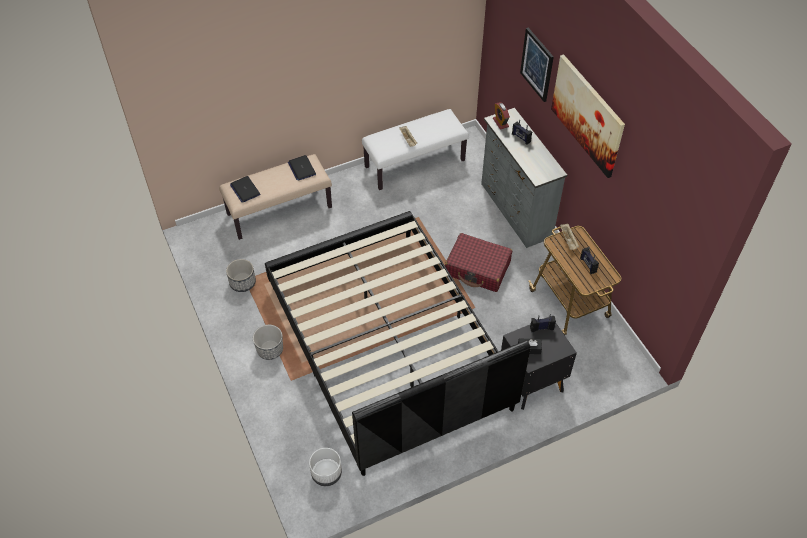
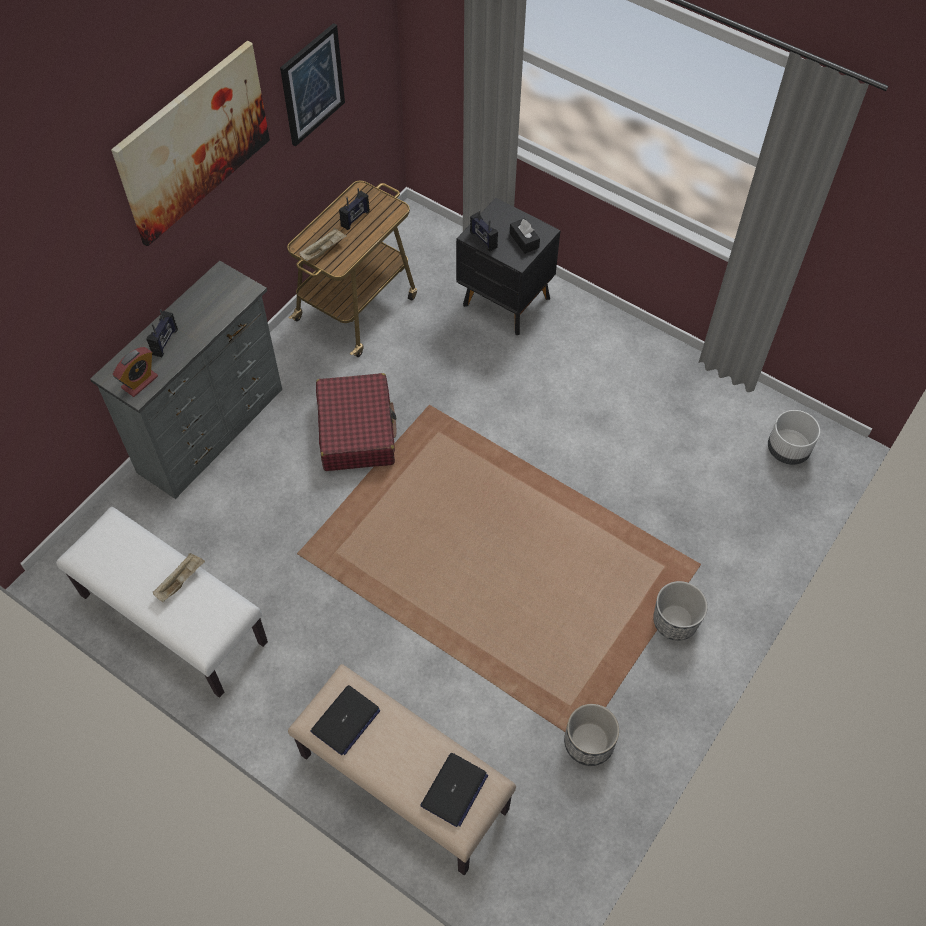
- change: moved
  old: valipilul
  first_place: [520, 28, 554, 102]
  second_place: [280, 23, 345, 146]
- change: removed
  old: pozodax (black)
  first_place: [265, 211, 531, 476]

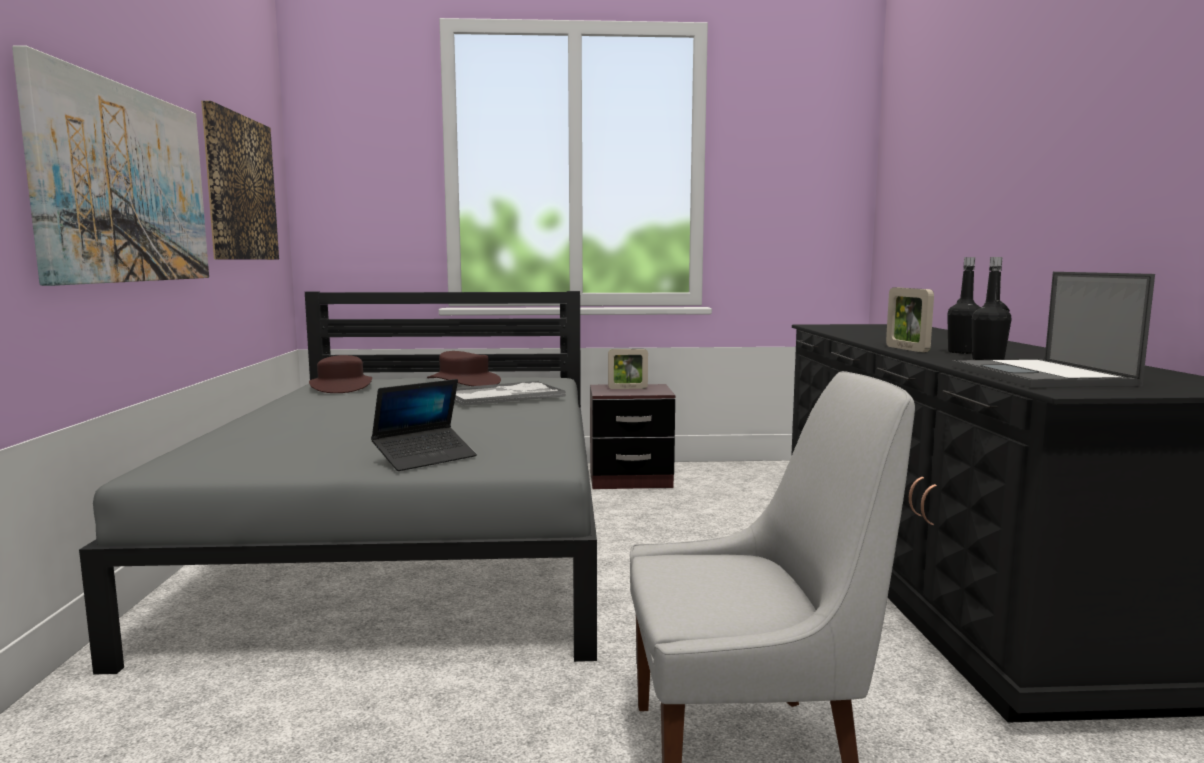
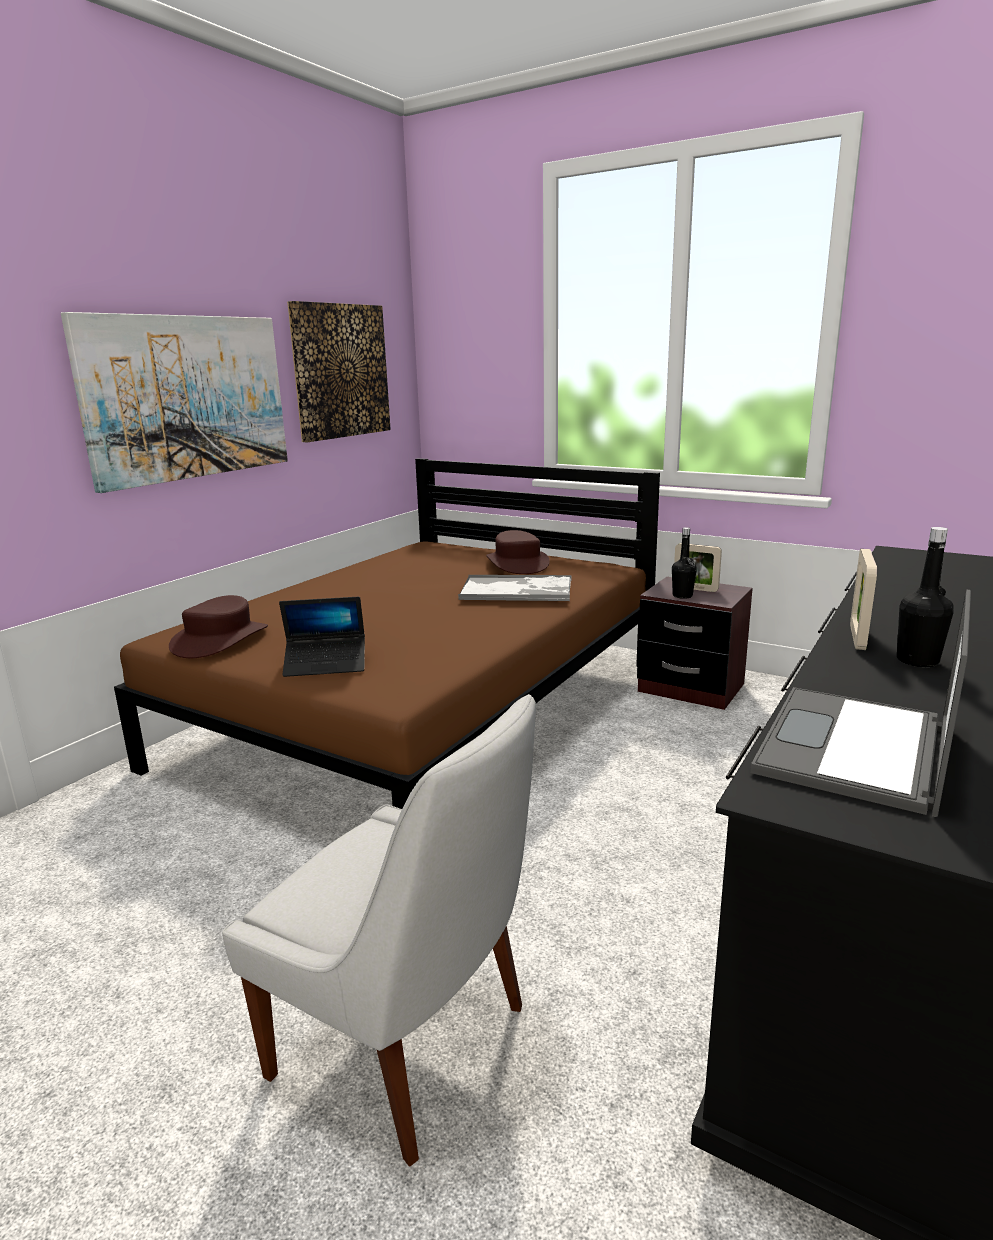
- change: recoloured
  old: pozodax (grey)
  new: pozodax (brown)
  first_place: [79, 291, 597, 675]
  second_place: [114, 458, 660, 809]
- change: moved
  old: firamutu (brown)
  first_place: [309, 355, 372, 393]
  second_place: [169, 595, 268, 658]
- change: moved
  old: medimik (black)
  first_place: [972, 257, 1011, 360]
  second_place: [672, 527, 697, 599]

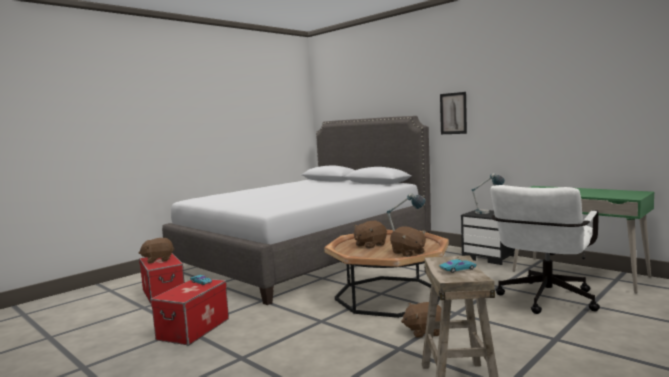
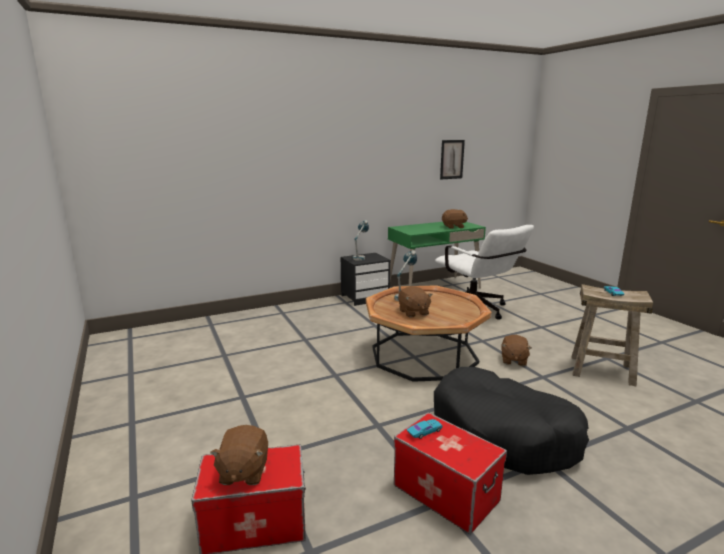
- change: added
  new: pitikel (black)
  second_place: [434, 367, 589, 475]
- change: moved
  old: valipilul
  first_place: [440, 92, 467, 134]
  second_place: [440, 140, 465, 179]
- change: moved
  old: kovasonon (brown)
  first_place: [390, 227, 426, 257]
  second_place: [442, 209, 468, 229]
- change: removed
  old: pozodax (grey)
  first_place: [162, 116, 431, 305]

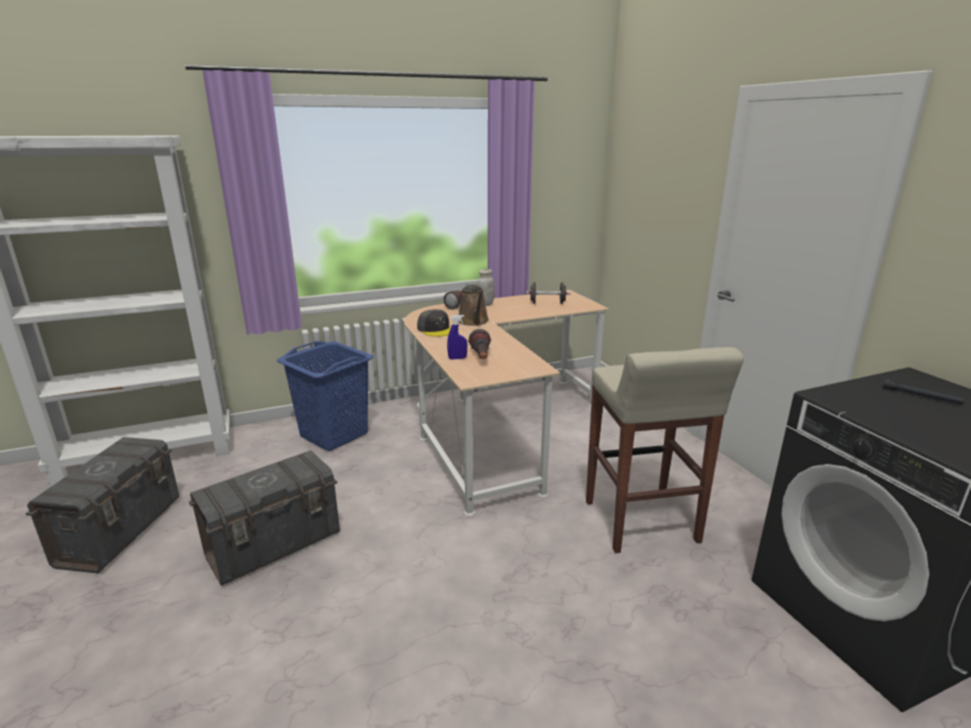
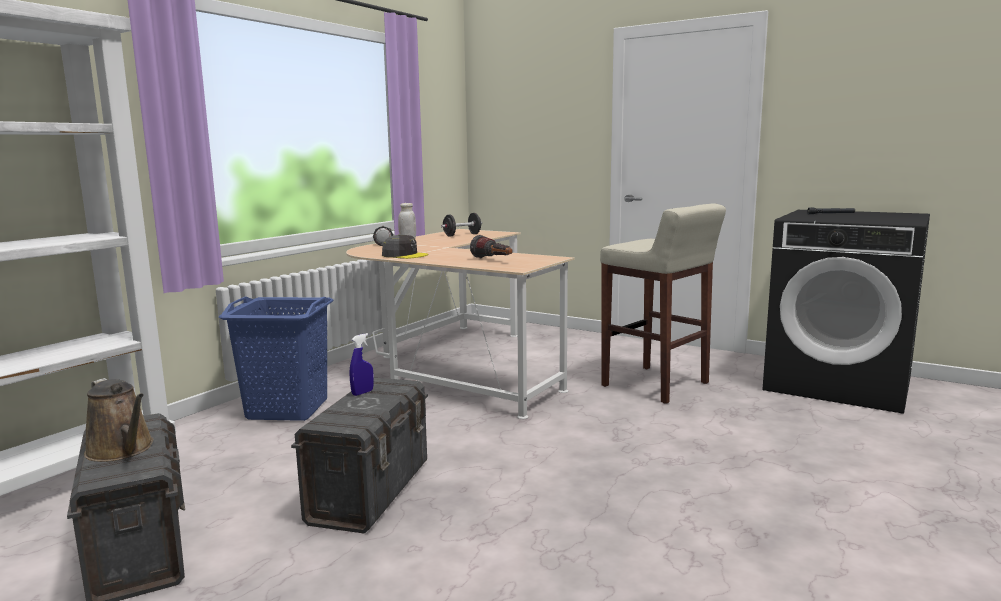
- change: moved
  old: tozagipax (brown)
  first_place: [458, 284, 489, 326]
  second_place: [84, 378, 153, 462]
- change: moved
  old: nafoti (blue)
  first_place: [447, 315, 467, 360]
  second_place: [350, 333, 374, 396]

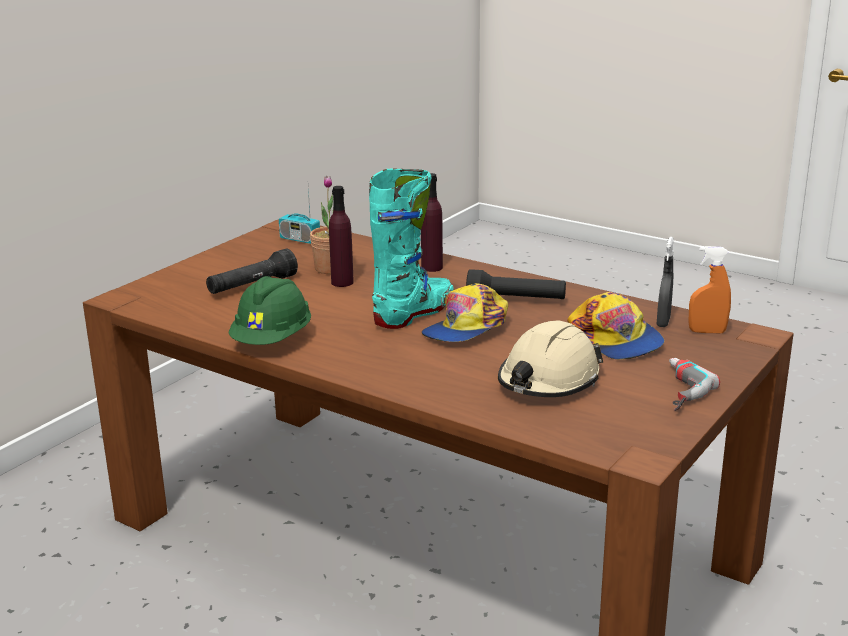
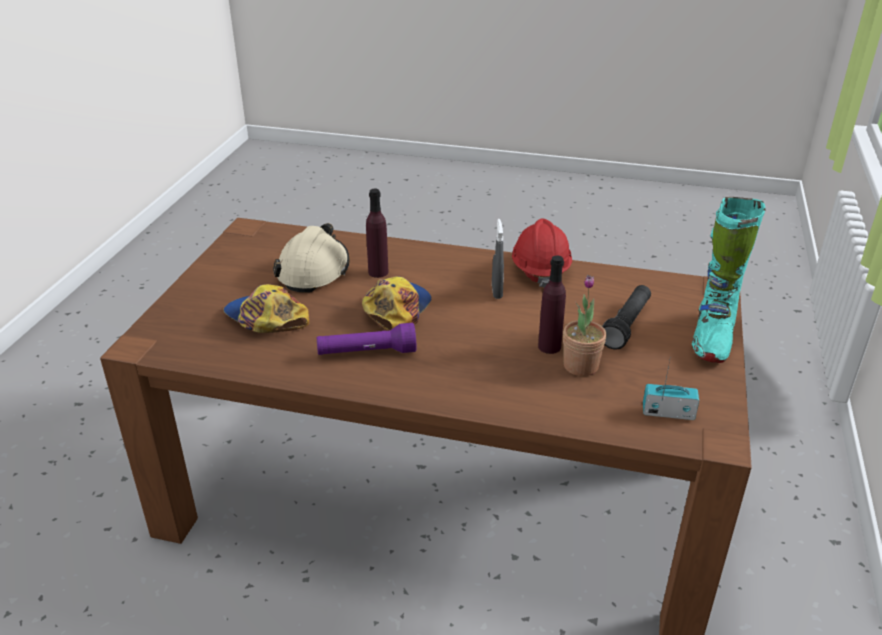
- change: recoloured
  old: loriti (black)
  new: loriti (purple)
  first_place: [466, 269, 566, 299]
  second_place: [317, 323, 416, 355]
- change: moved
  old: medimik (purple)
  first_place: [421, 173, 443, 272]
  second_place: [366, 189, 388, 278]
- change: moved
  old: nafoti (grey)
  first_place: [656, 237, 674, 327]
  second_place: [492, 219, 504, 299]
- change: recoloured
  old: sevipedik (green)
  new: sevipedik (red)
  first_place: [228, 276, 311, 345]
  second_place: [512, 219, 572, 287]
- change: moved
  old: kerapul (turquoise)
  first_place: [369, 168, 454, 329]
  second_place: [692, 197, 765, 363]
- change: removed
  old: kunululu
  first_place: [669, 358, 720, 411]
- change: removed
  old: nafoti (orange)
  first_place: [689, 246, 731, 333]

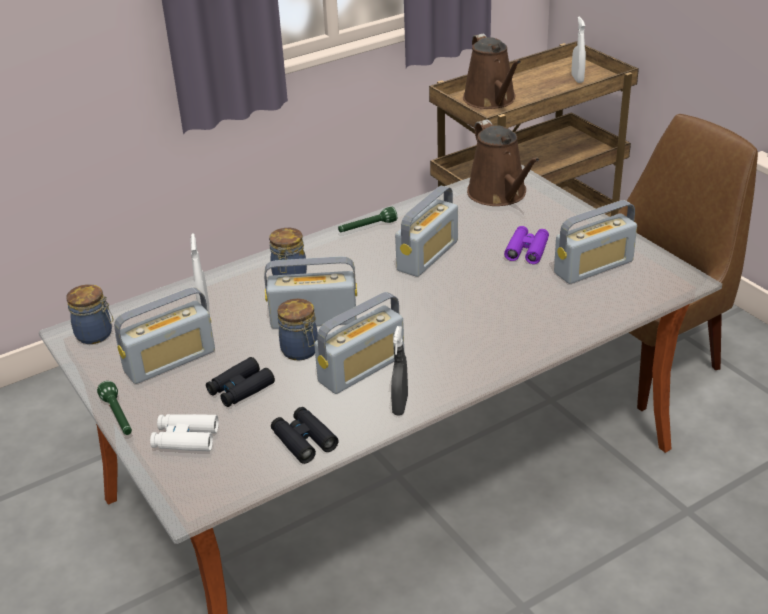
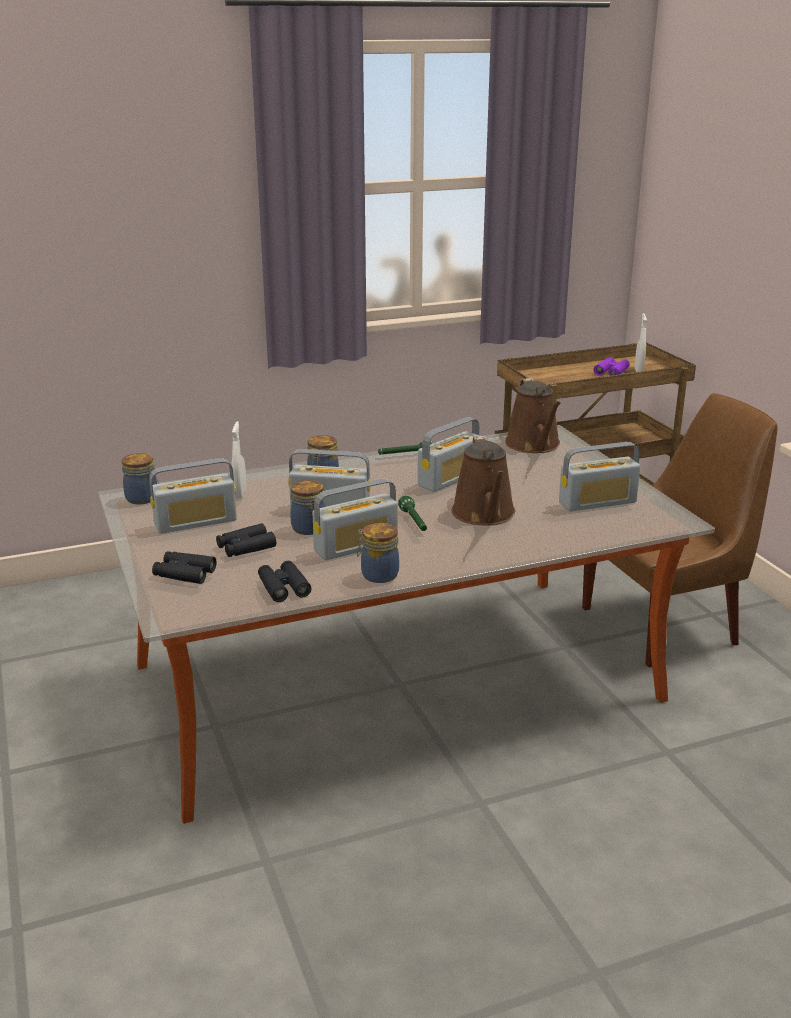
- change: recoloured
  old: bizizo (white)
  new: bizizo (black)
  first_place: [150, 414, 219, 451]
  second_place: [152, 551, 217, 584]
- change: replaced
  old: nafoti (grey)
  new: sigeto
  first_place: [391, 326, 408, 416]
  second_place: [357, 523, 399, 583]
- change: moved
  old: loriti (green)
  first_place: [97, 381, 132, 435]
  second_place: [398, 495, 427, 531]
- change: moved
  old: tozagipax (brown)
  first_place: [463, 34, 521, 109]
  second_place: [452, 436, 515, 525]
- change: moved
  old: bizizo (purple)
  first_place: [504, 226, 549, 264]
  second_place: [594, 357, 630, 376]

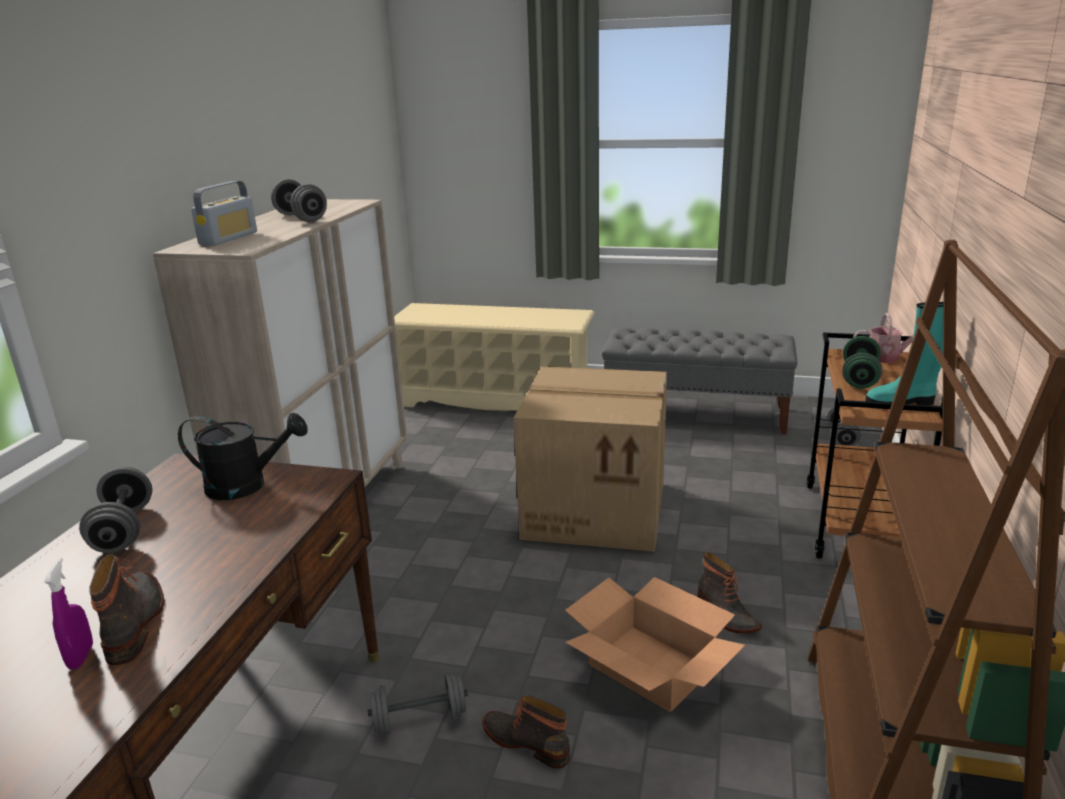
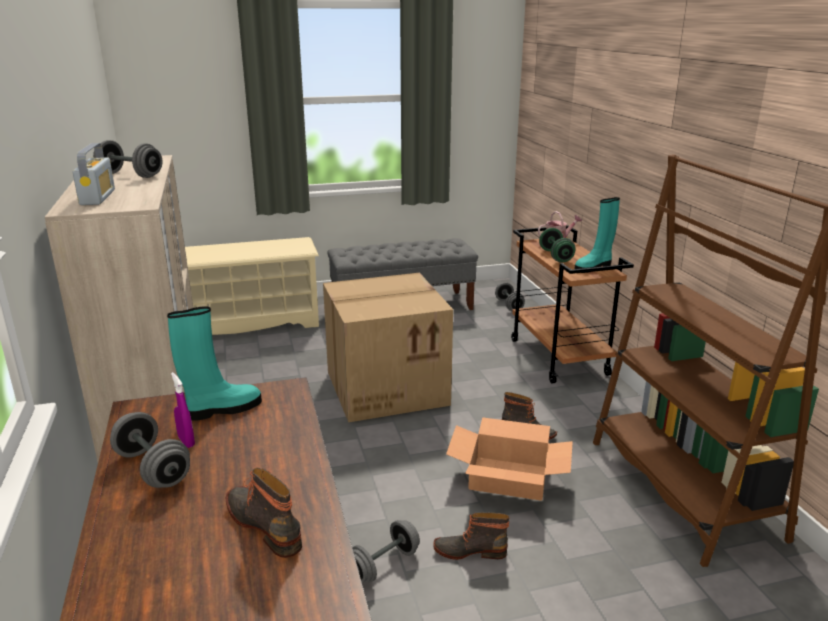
- change: replaced
  old: tozagipax (black)
  new: kerapul (turquoise)
  first_place: [178, 413, 308, 500]
  second_place: [167, 306, 262, 421]
- change: moved
  old: nafoti (purple)
  first_place: [44, 558, 93, 669]
  second_place: [171, 372, 195, 448]

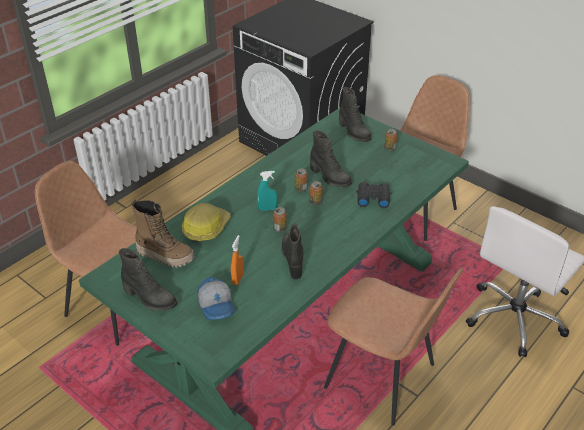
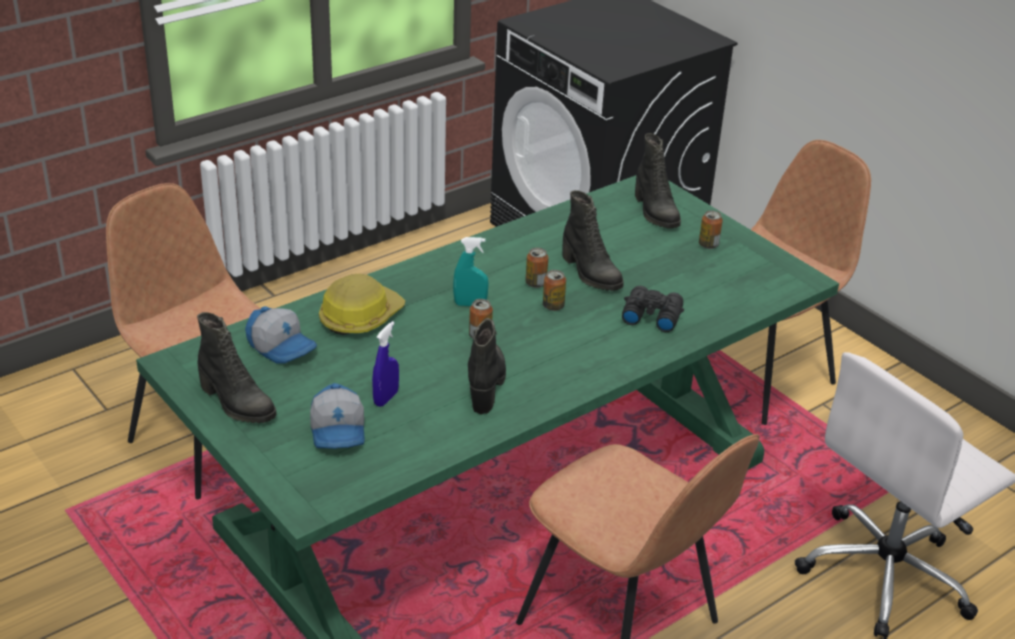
- change: replaced
  old: kerapul
  new: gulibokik
  first_place: [131, 198, 194, 267]
  second_place: [245, 306, 317, 364]
- change: recoloured
  old: nafoti (orange)
  new: nafoti (blue)
  first_place: [231, 235, 244, 285]
  second_place: [372, 321, 399, 407]

